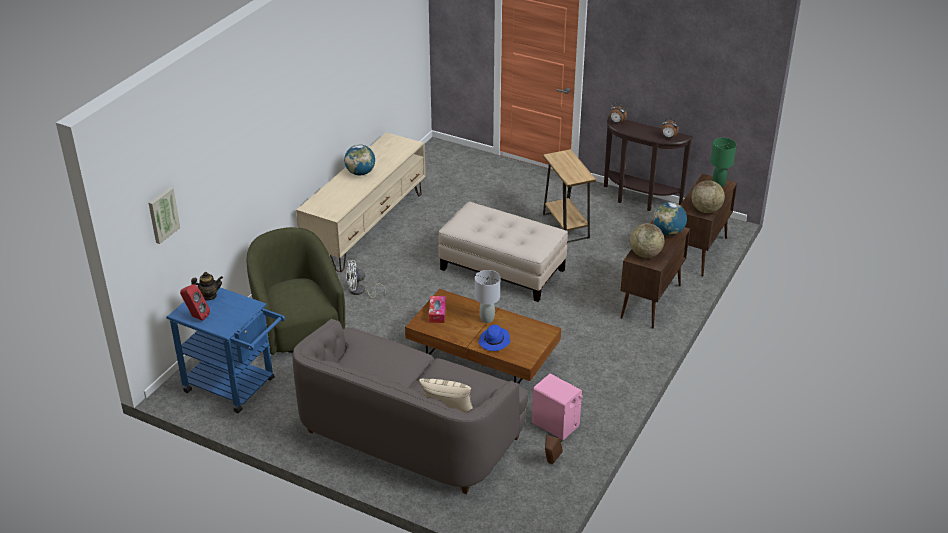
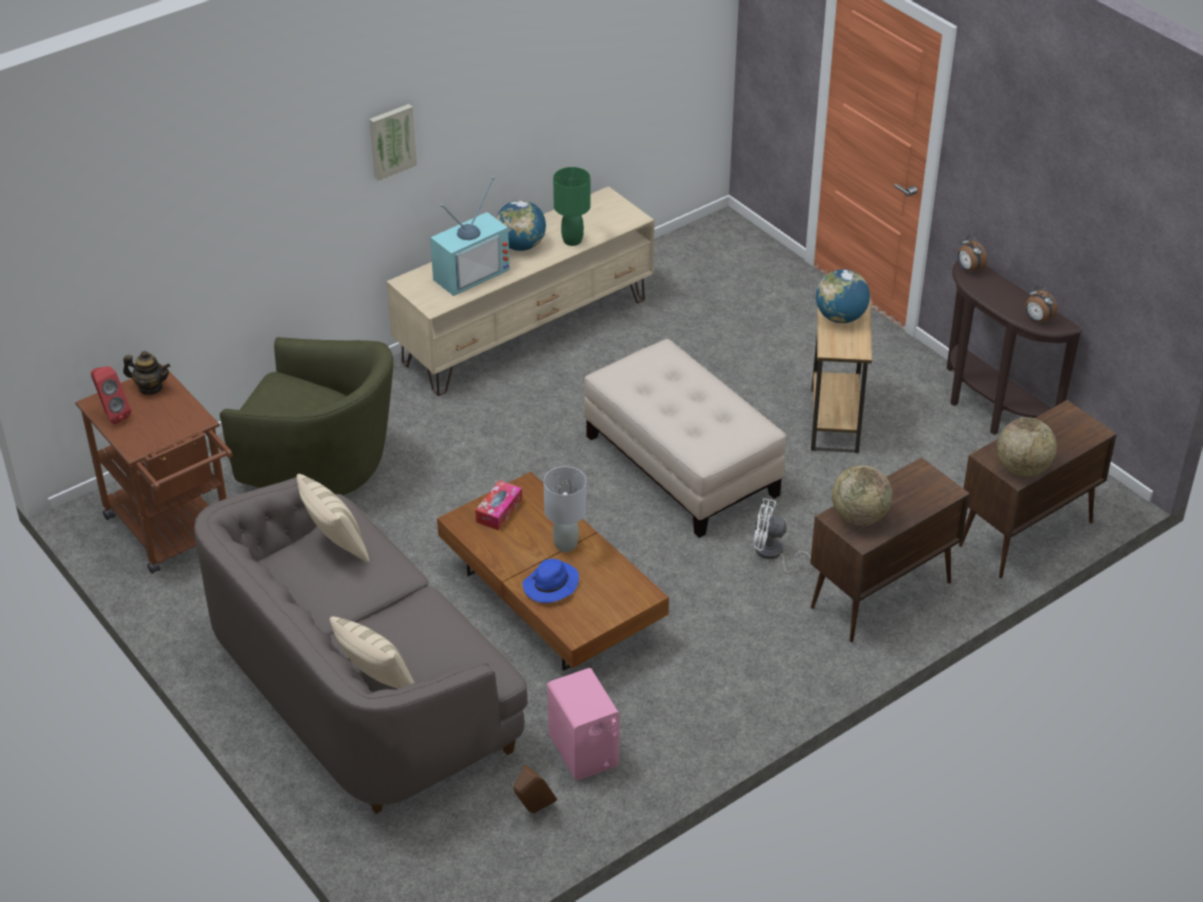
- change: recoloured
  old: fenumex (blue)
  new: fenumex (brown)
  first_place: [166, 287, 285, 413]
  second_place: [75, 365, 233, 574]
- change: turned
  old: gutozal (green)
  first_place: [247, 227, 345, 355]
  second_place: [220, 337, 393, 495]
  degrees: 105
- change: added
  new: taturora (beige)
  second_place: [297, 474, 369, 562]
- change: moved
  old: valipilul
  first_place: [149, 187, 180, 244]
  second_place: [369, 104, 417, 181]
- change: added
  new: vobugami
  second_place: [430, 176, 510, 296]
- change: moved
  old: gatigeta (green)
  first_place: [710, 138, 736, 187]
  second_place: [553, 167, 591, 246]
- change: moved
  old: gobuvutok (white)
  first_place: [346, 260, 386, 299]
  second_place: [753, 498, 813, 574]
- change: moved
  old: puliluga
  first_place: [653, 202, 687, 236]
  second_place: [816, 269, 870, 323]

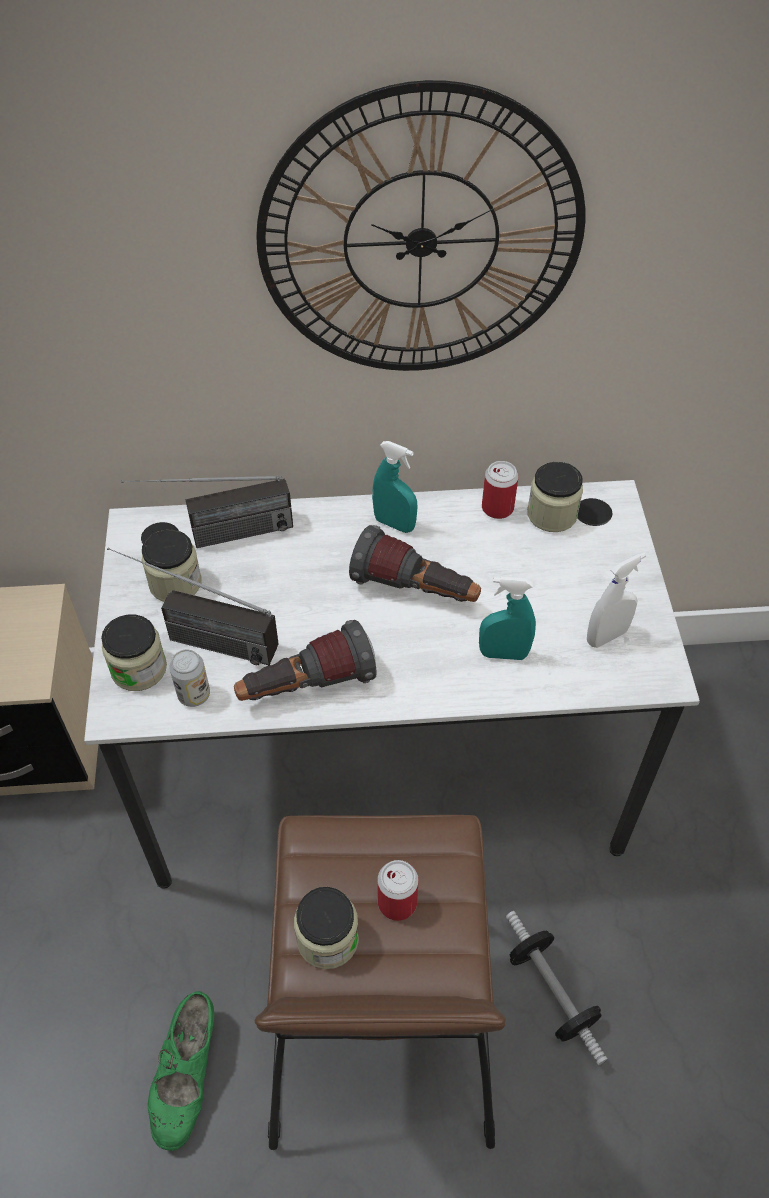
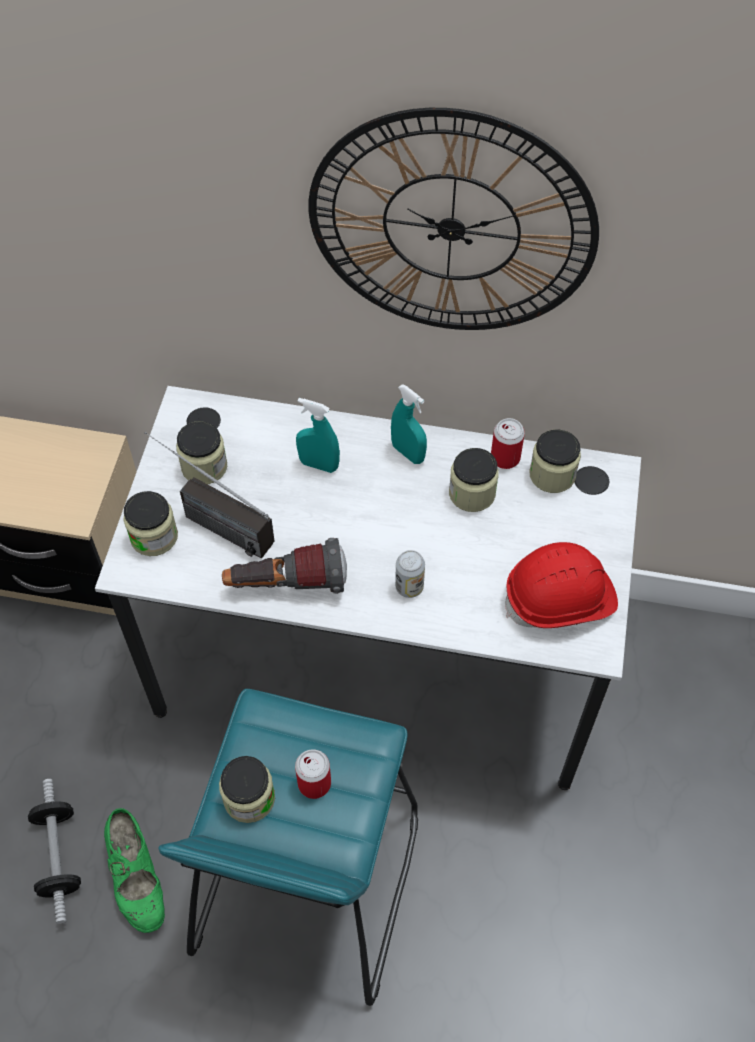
- change: moved
  old: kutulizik
  first_place: [506, 911, 608, 1065]
  second_place: [28, 779, 81, 924]
- change: turned
  old: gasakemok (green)
  first_place: [147, 991, 214, 1151]
  second_place: [104, 808, 165, 933]
  degrees: -45
- change: recoloured
  old: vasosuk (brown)
  new: vasosuk (turquoise)
  first_place: [255, 815, 506, 1150]
  second_place: [158, 689, 418, 1006]
- change: moved
  old: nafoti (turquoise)
  first_place: [479, 577, 536, 660]
  second_place: [296, 398, 340, 473]
- change: moved
  old: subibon
  first_place: [169, 649, 210, 707]
  second_place: [395, 550, 425, 598]
- change: added
  new: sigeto
  second_place: [449, 448, 499, 512]
- change: replaced
  old: nafoti (white)
  new: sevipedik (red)
  first_place: [587, 552, 646, 648]
  second_place: [505, 542, 618, 628]
- change: removed
  old: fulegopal
  first_place: [121, 476, 293, 548]
- change: removed
  old: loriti
  first_place: [349, 525, 481, 602]

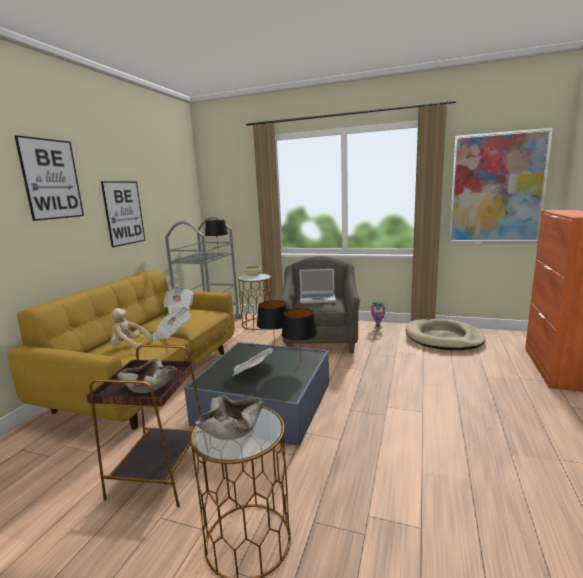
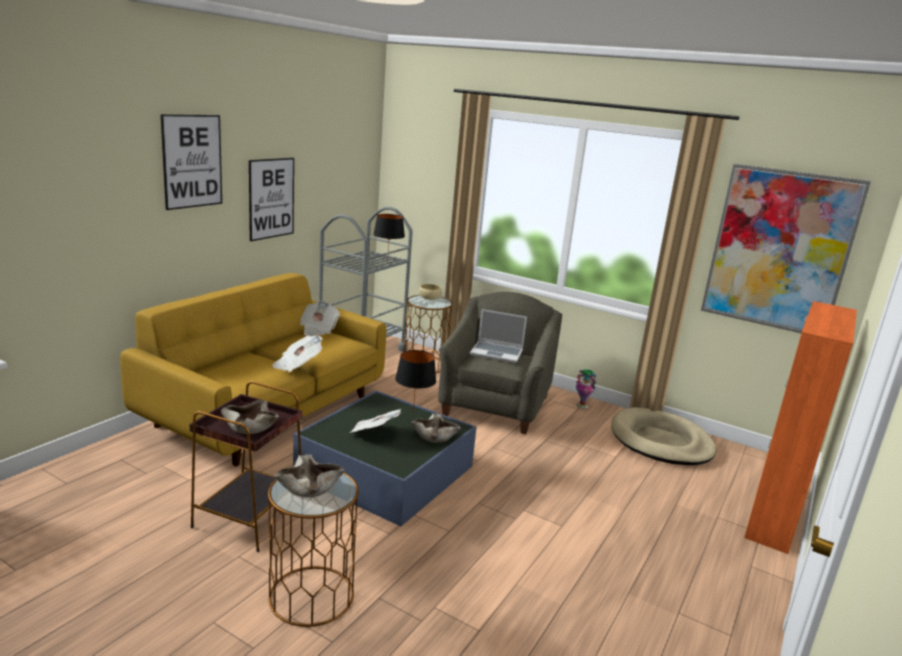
- change: replaced
  old: gatigeta (black)
  new: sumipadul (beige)
  first_place: [282, 308, 318, 360]
  second_place: [411, 413, 461, 443]
- change: removed
  old: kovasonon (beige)
  first_place: [110, 308, 153, 351]

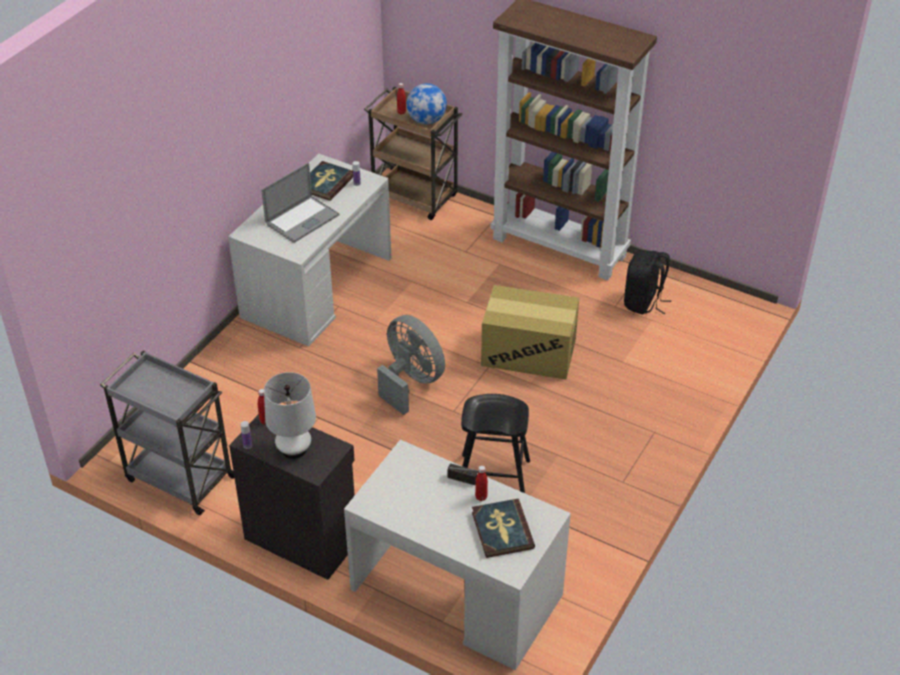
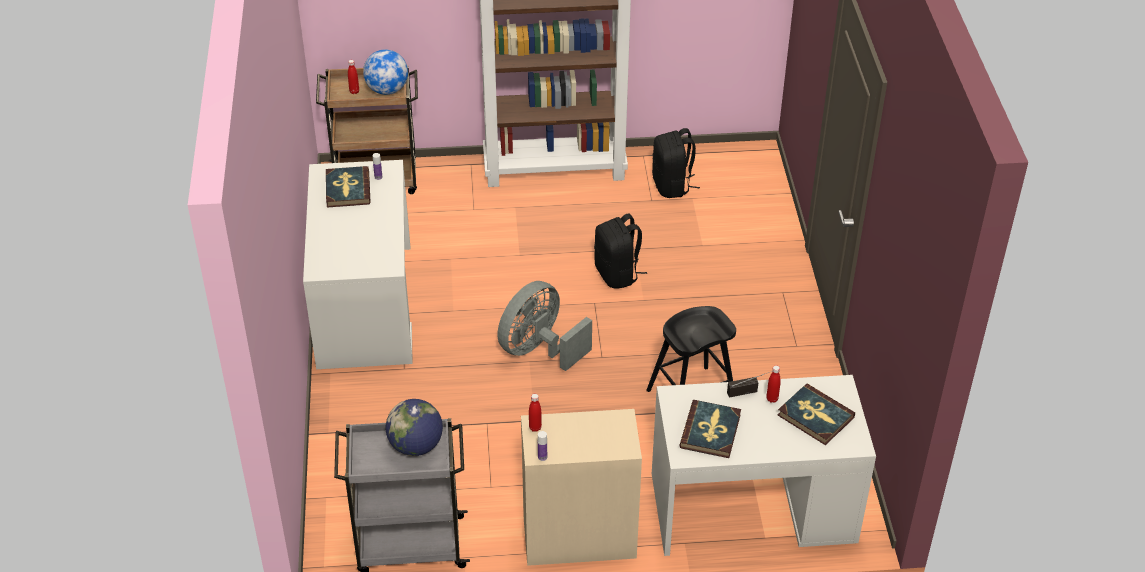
- change: added
  new: puliluga
  second_place: [385, 399, 443, 456]
- change: turned
  old: gobuvutok (grey)
  first_place: [377, 315, 445, 415]
  second_place: [497, 281, 592, 371]
  degrees: -60
- change: recoloured
  old: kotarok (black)
  new: kotarok (beige)
  first_place: [229, 414, 355, 580]
  second_place: [521, 409, 642, 566]
- change: replaced
  old: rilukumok
  new: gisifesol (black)
  first_place: [481, 285, 579, 379]
  second_place: [594, 214, 647, 289]
- change: added
  new: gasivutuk
  second_place: [679, 400, 741, 458]
- change: removed
  old: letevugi
  first_place: [262, 163, 339, 243]
- change: removed
  old: gatigeta (white)
  first_place: [264, 372, 316, 459]

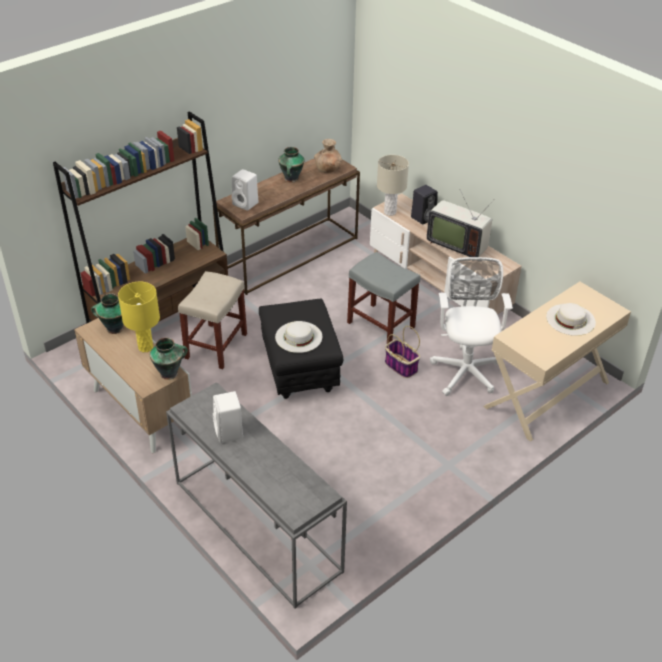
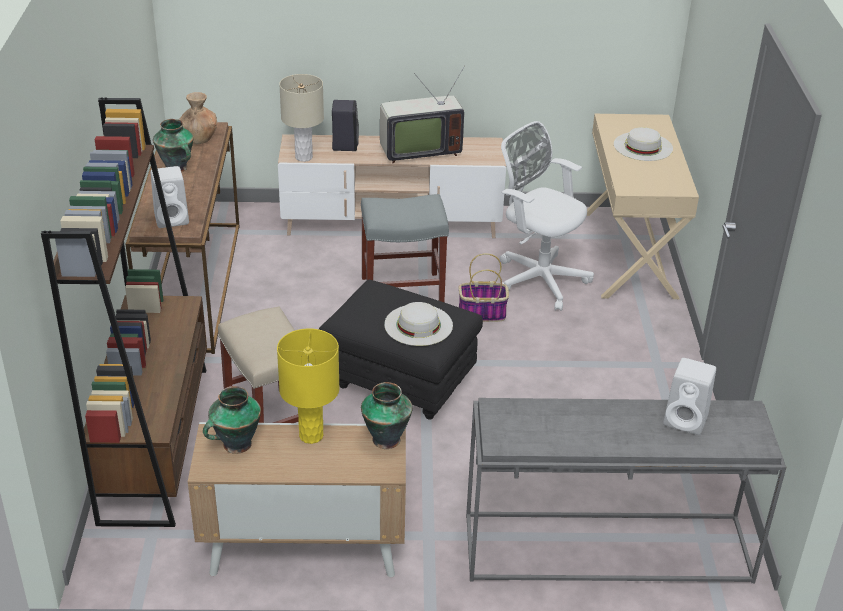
- change: moved
  old: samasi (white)
  first_place: [213, 391, 243, 443]
  second_place: [663, 358, 716, 435]

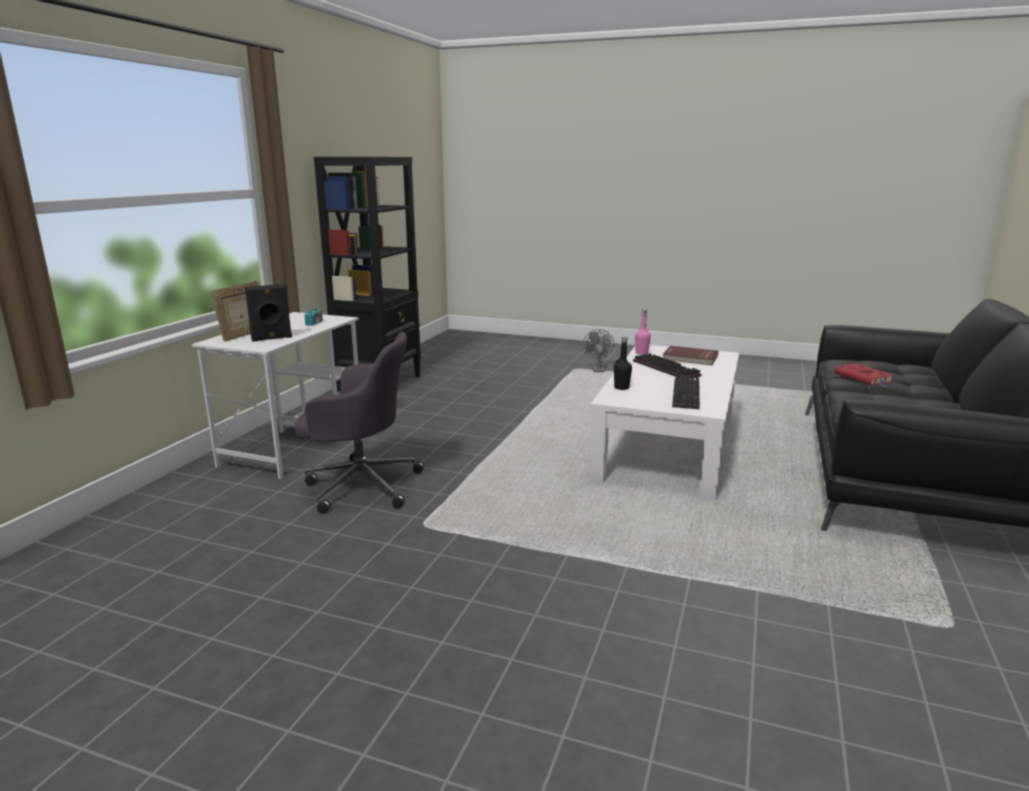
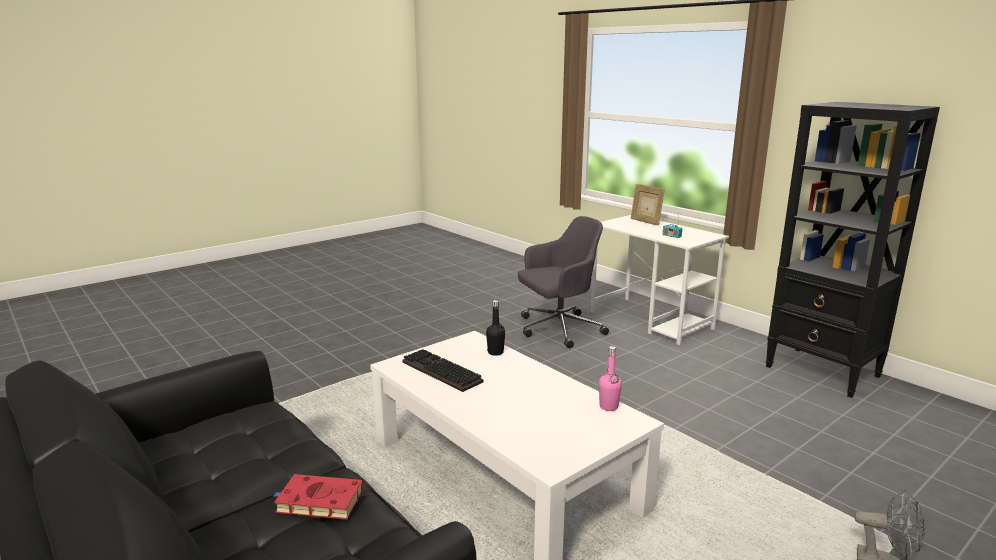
- change: turned
  old: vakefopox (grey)
  first_place: [294, 332, 424, 514]
  second_place: [518, 216, 609, 348]
  degrees: -150
- change: removed
  old: samasi (black)
  first_place: [245, 284, 292, 342]
- change: removed
  old: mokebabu
  first_place: [633, 353, 701, 379]
- change: removed
  old: gasivutuk (red)
  first_place: [663, 346, 718, 365]

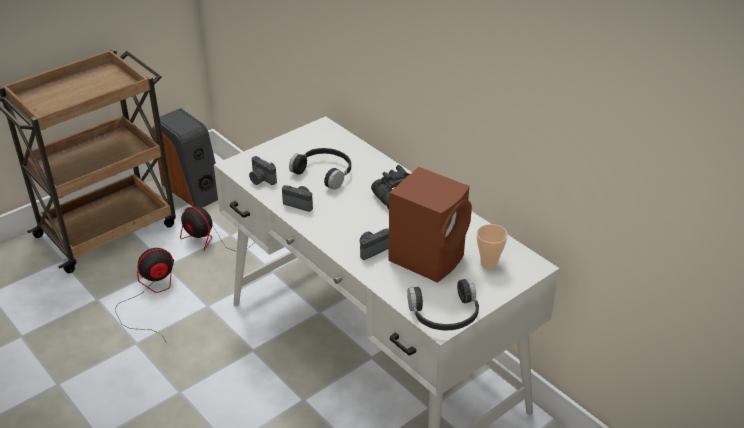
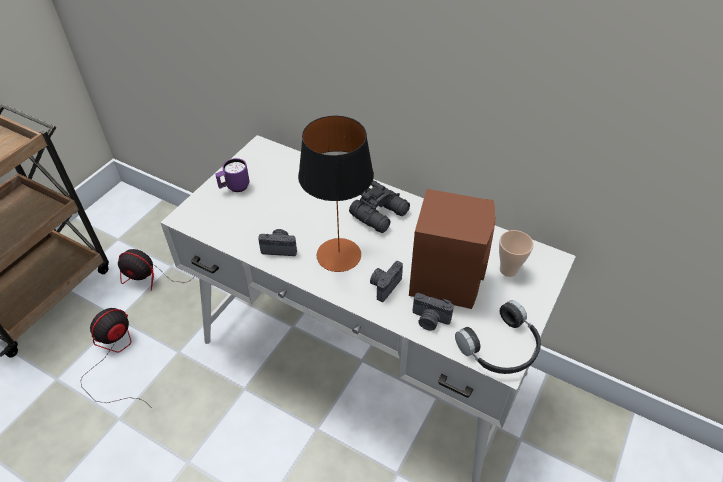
- change: added
  new: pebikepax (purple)
  second_place: [215, 158, 249, 192]
- change: added
  new: gatigeta
  second_place: [298, 116, 374, 272]
- change: moved
  old: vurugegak
  first_place: [249, 156, 277, 185]
  second_place: [413, 293, 454, 331]
- change: removed
  old: samasi
  first_place: [152, 108, 218, 208]
- change: removed
  old: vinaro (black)
  first_place: [289, 148, 351, 190]

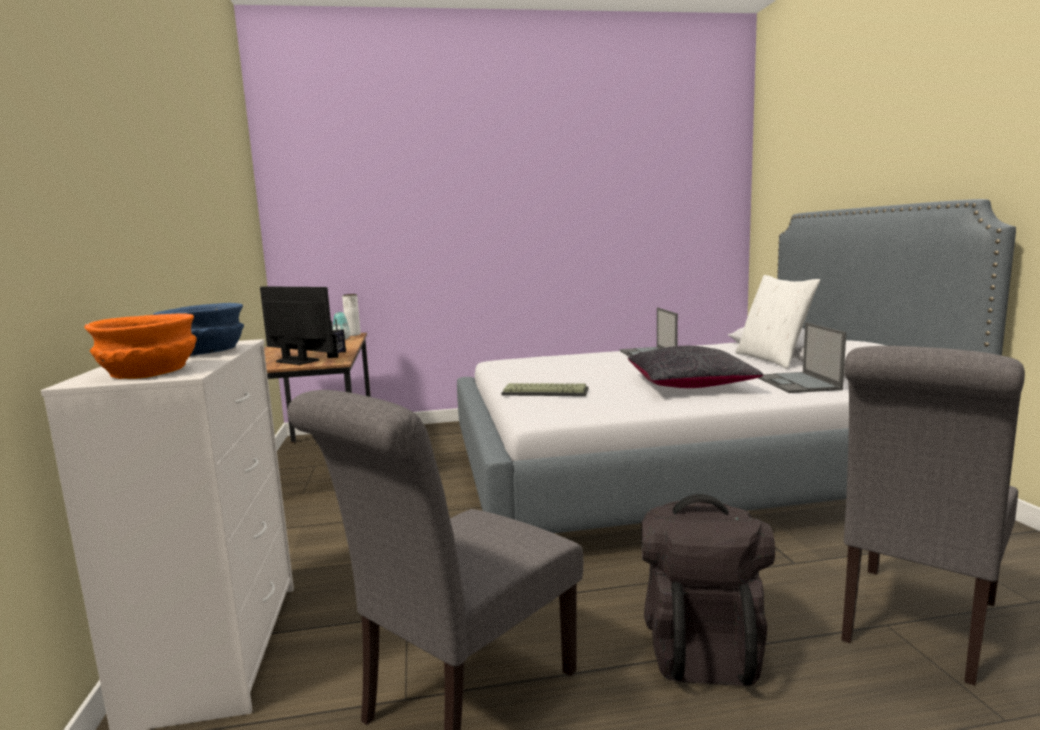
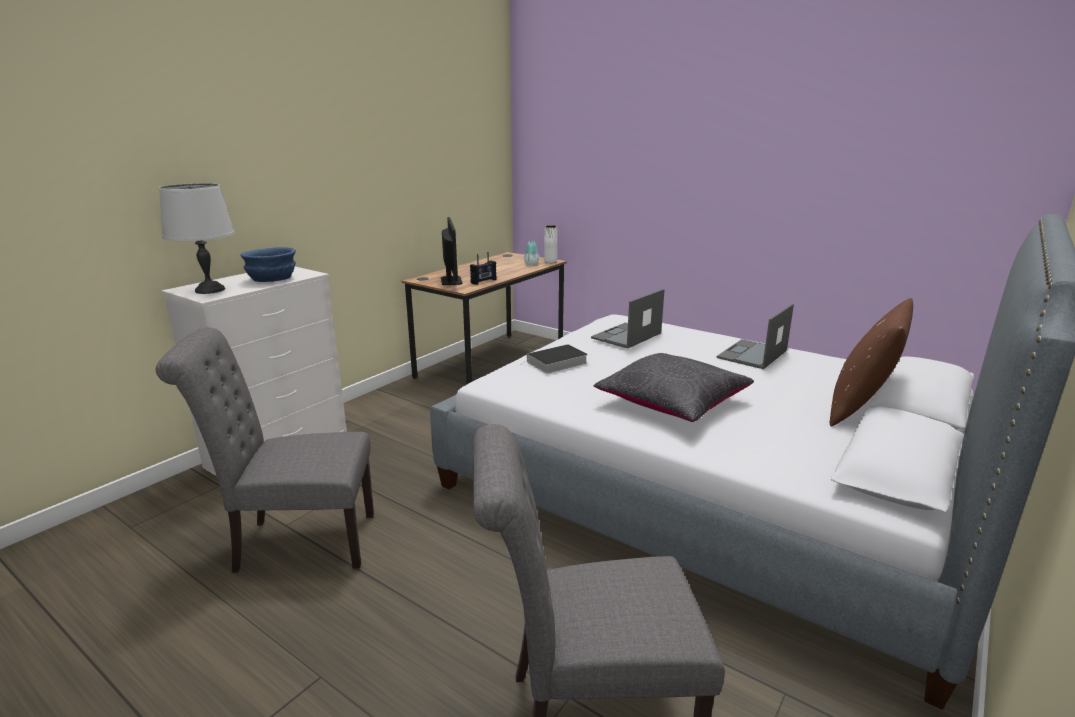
- change: replaced
  old: sumipadul (orange)
  new: gatigeta (grey)
  first_place: [84, 313, 197, 379]
  second_place: [159, 183, 235, 294]
- change: replaced
  old: mokebabu
  new: gasivutuk
  first_place: [501, 383, 589, 396]
  second_place: [521, 344, 588, 374]
- change: moved
  old: letevugi
  first_place: [759, 322, 846, 393]
  second_place: [591, 289, 665, 349]
- change: recoloured
  old: taturora (white)
  new: taturora (brown)
  first_place: [735, 275, 820, 369]
  second_place: [830, 298, 913, 426]
- change: removed
  old: gisifesol (black)
  first_place: [641, 494, 775, 686]

